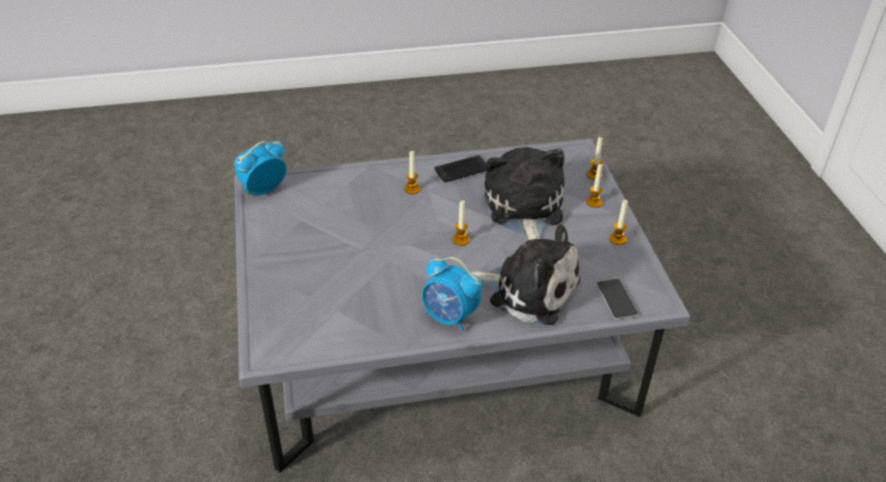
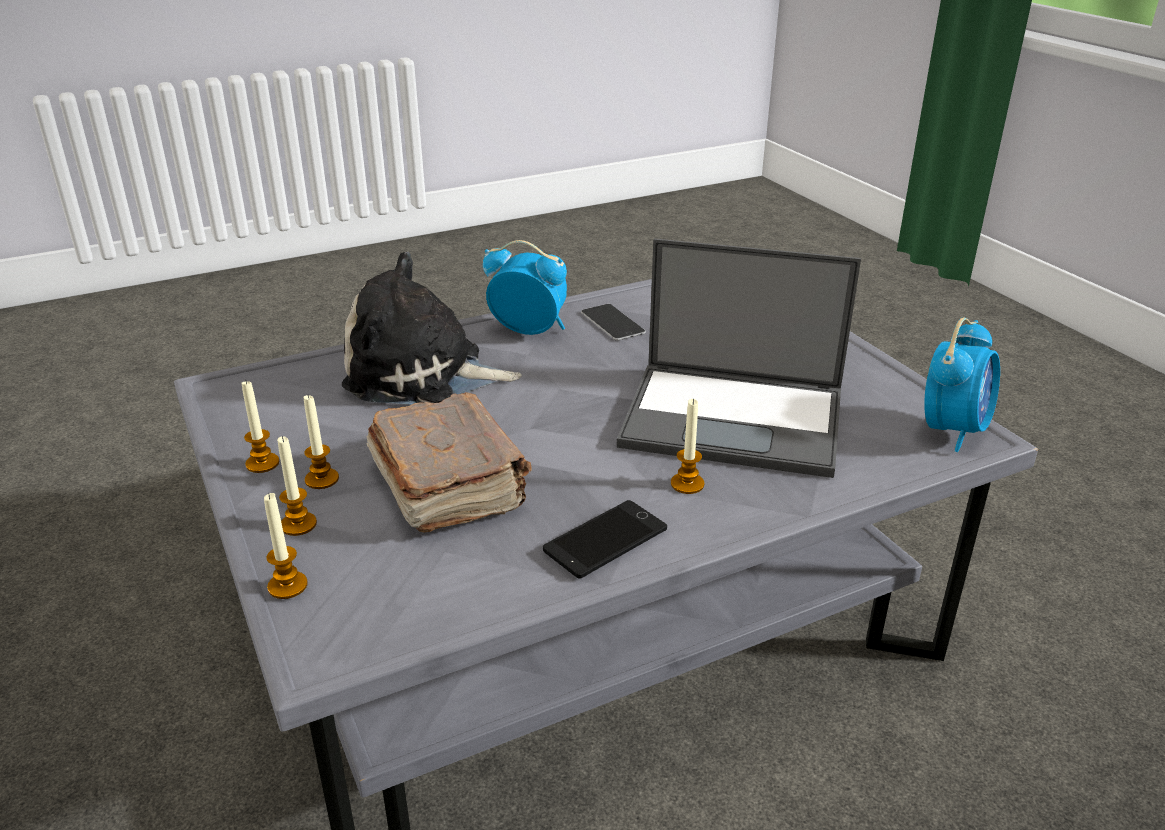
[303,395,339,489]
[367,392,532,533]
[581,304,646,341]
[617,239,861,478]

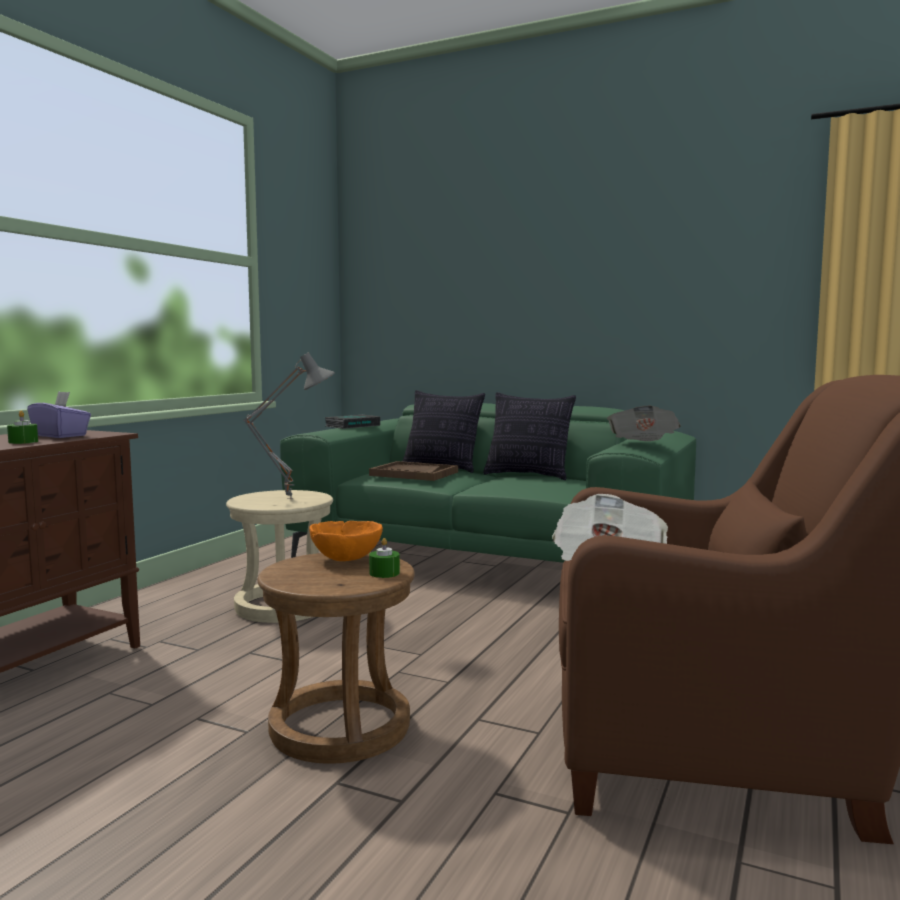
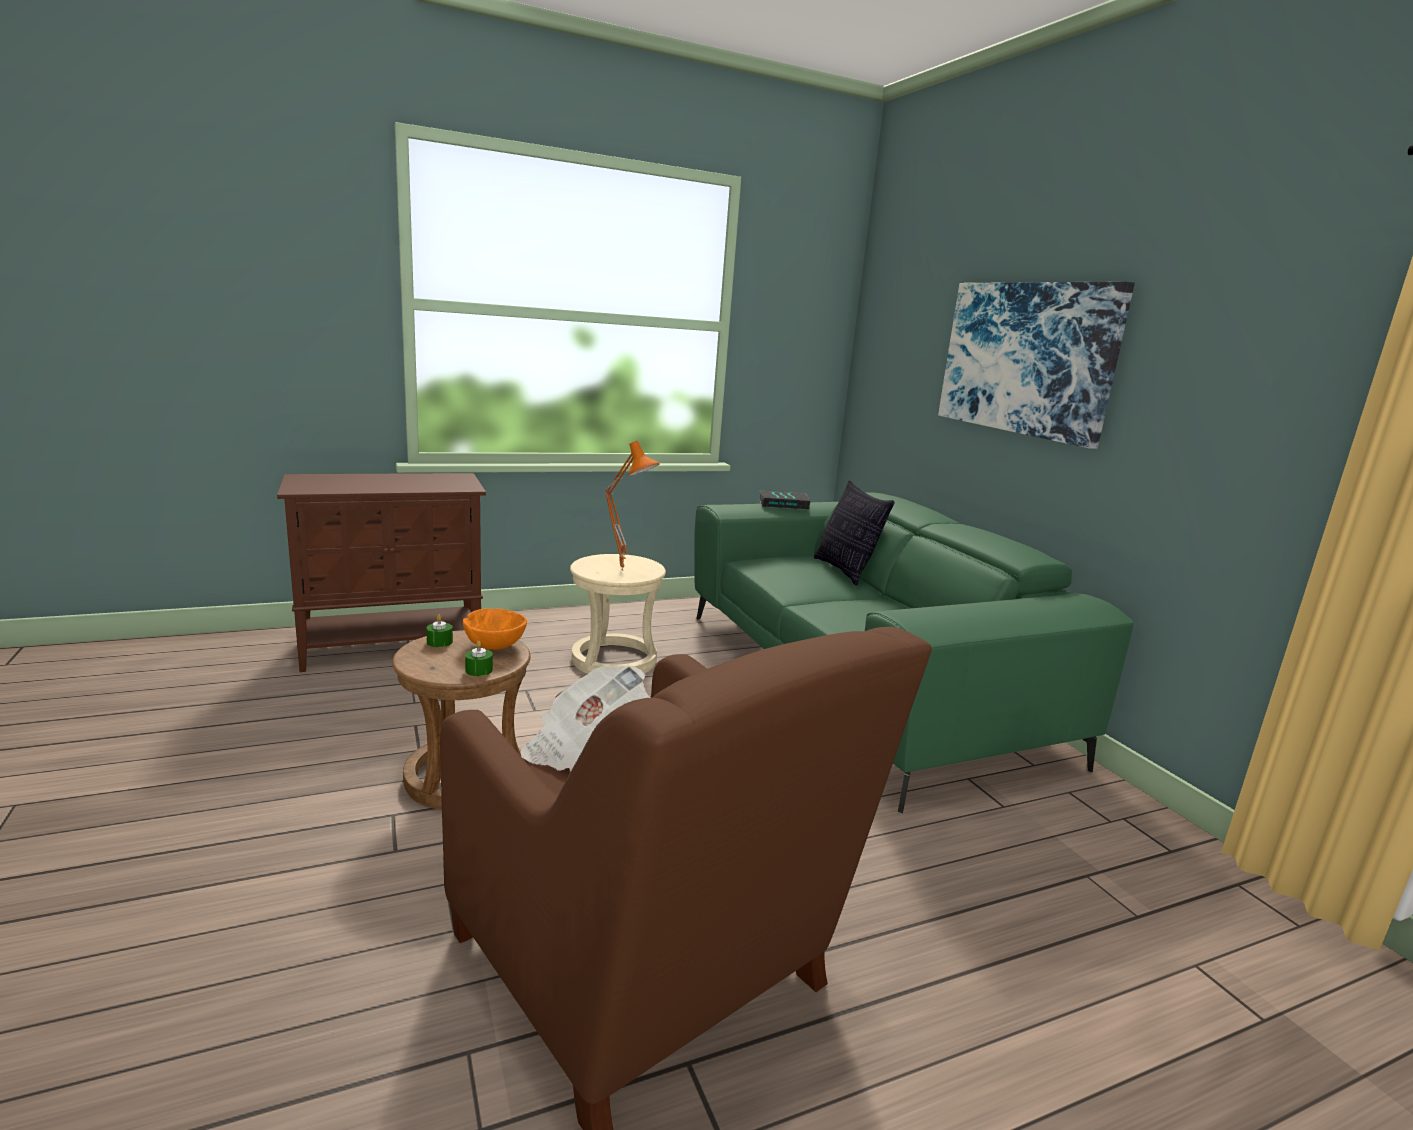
[426,615,453,647]
[605,441,659,571]
[938,281,1135,449]
[27,391,91,438] (first image)
[369,461,458,481] (first image)
[483,392,576,480] (first image)
[607,406,681,441] (first image)

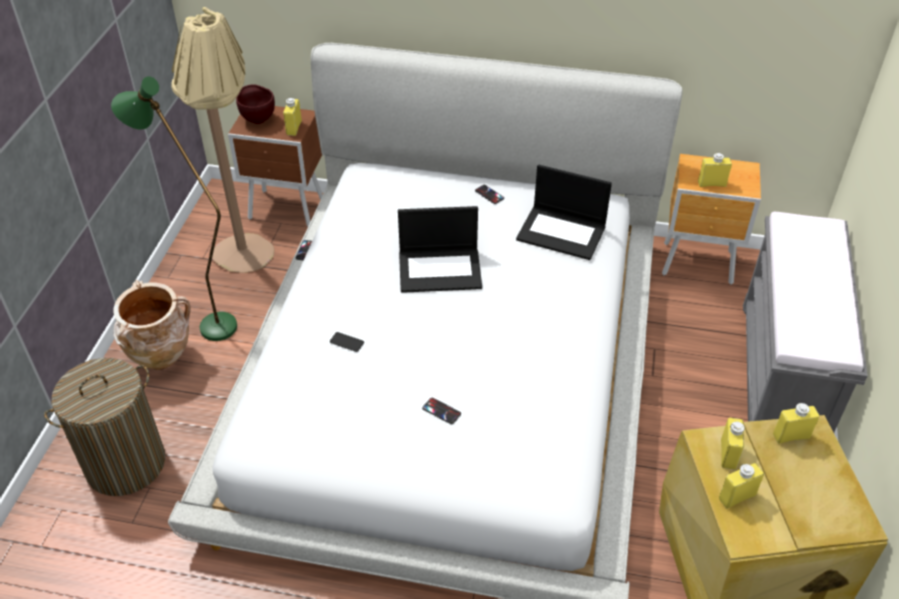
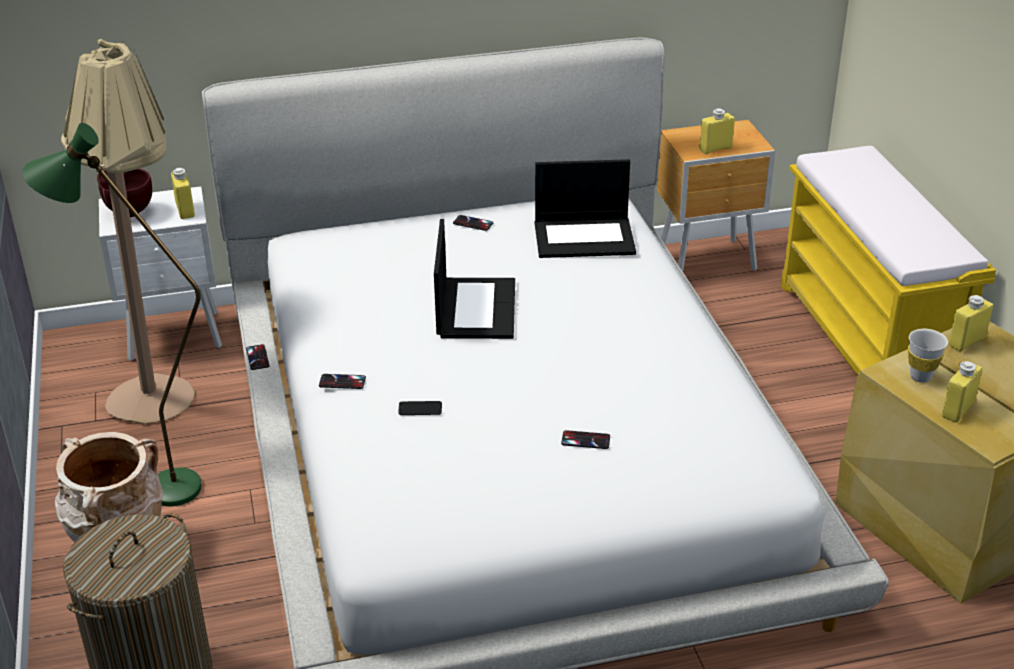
[99,186,222,361]
[319,374,366,389]
[434,219,515,339]
[781,146,996,374]
[908,329,948,383]

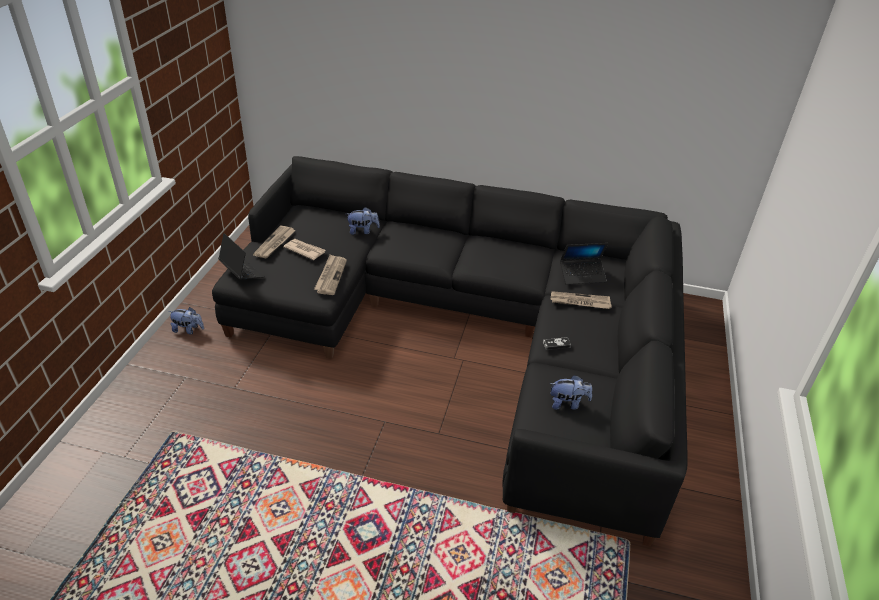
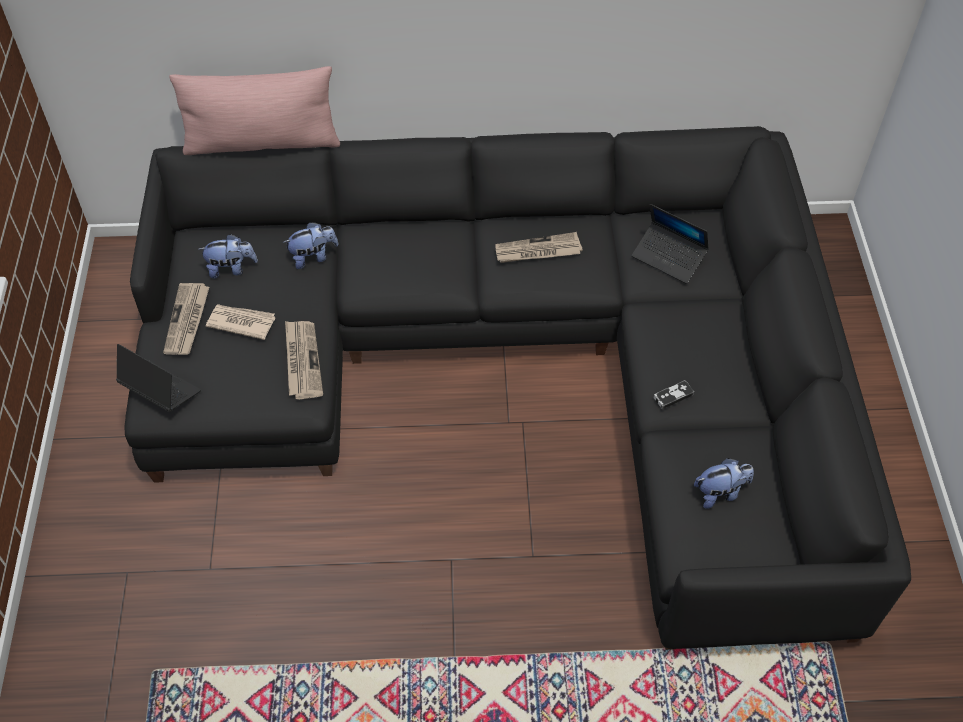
[169,66,340,155]
[199,234,258,278]
[495,232,583,263]
[632,204,709,284]

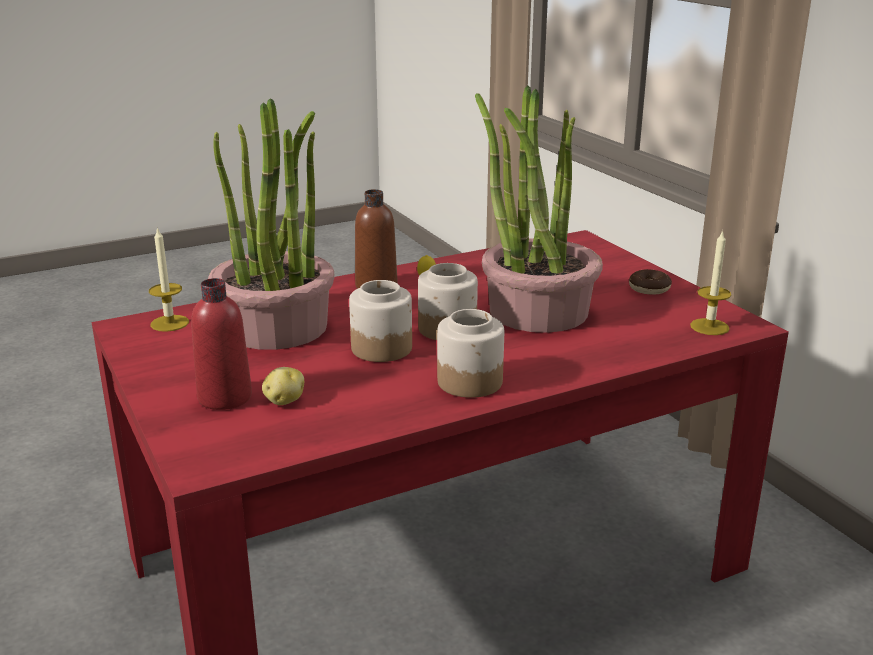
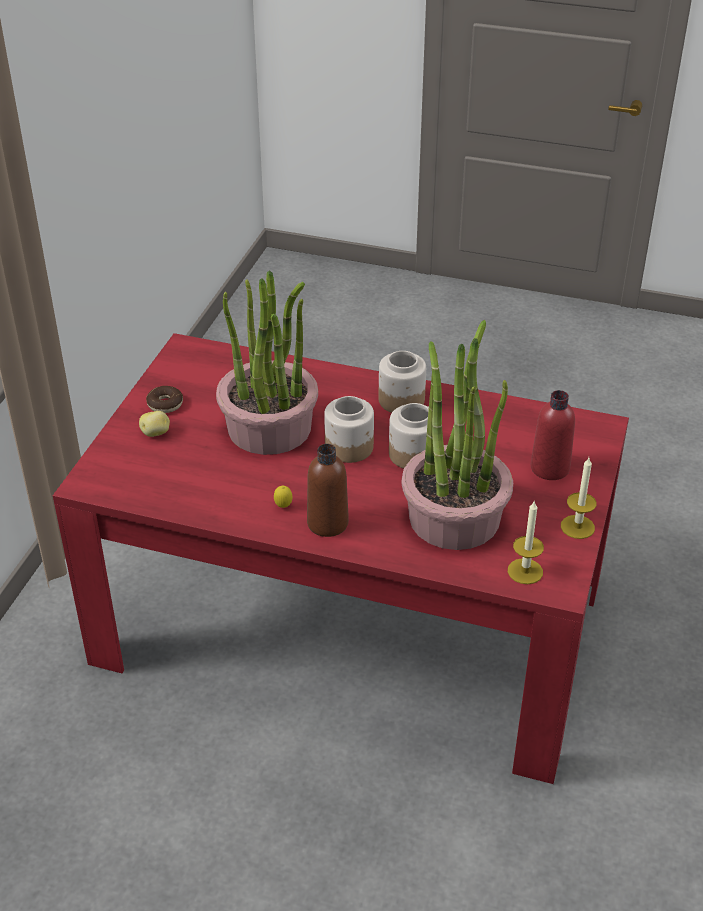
[139,411,170,437]
[561,458,597,539]

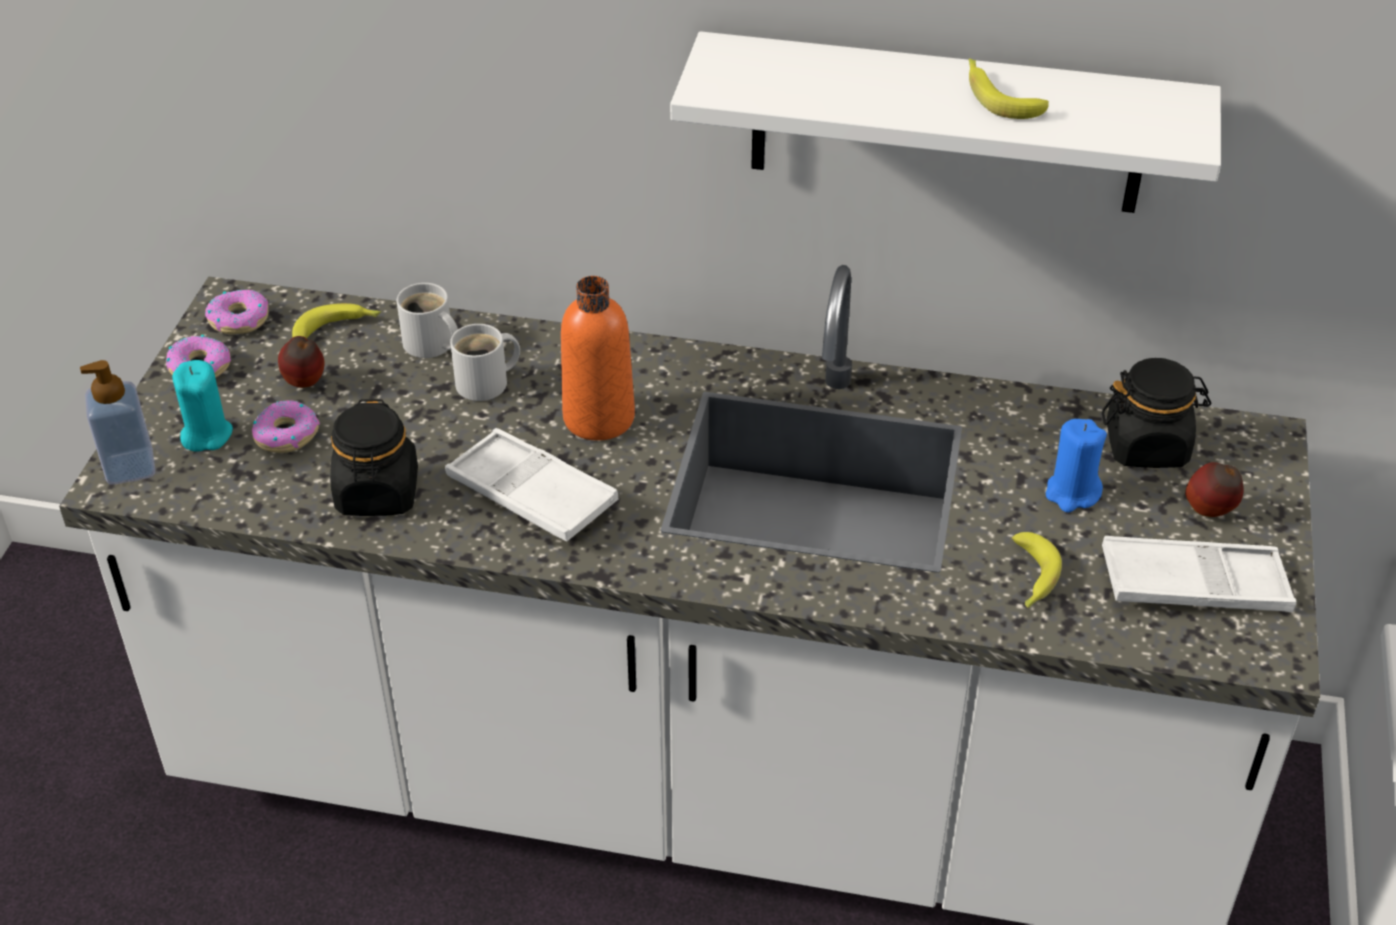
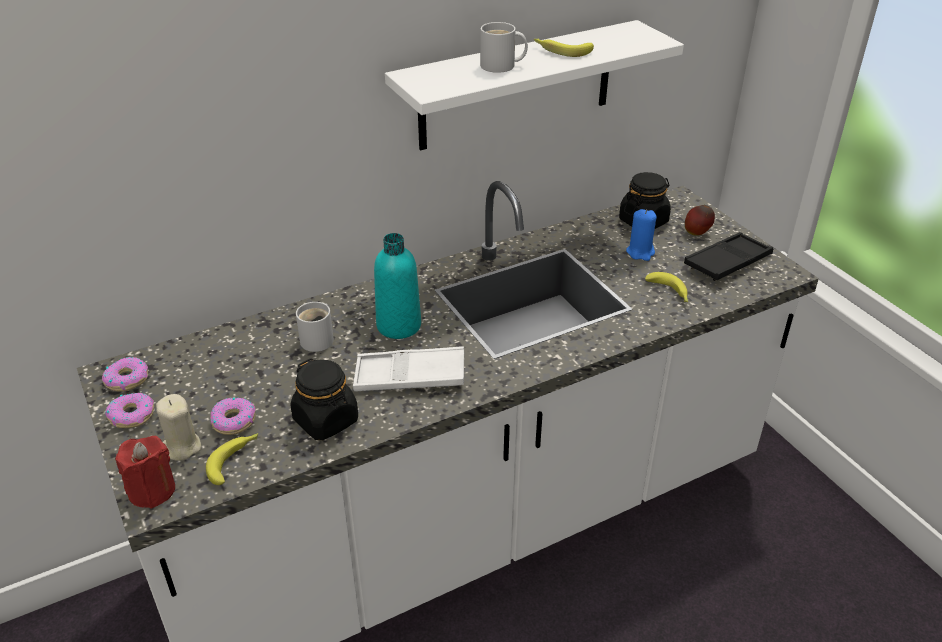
[115,436,175,508]
[156,394,201,461]
[206,433,258,485]
[374,233,421,339]
[480,22,528,73]
[684,232,773,281]
[278,336,325,388] (first image)

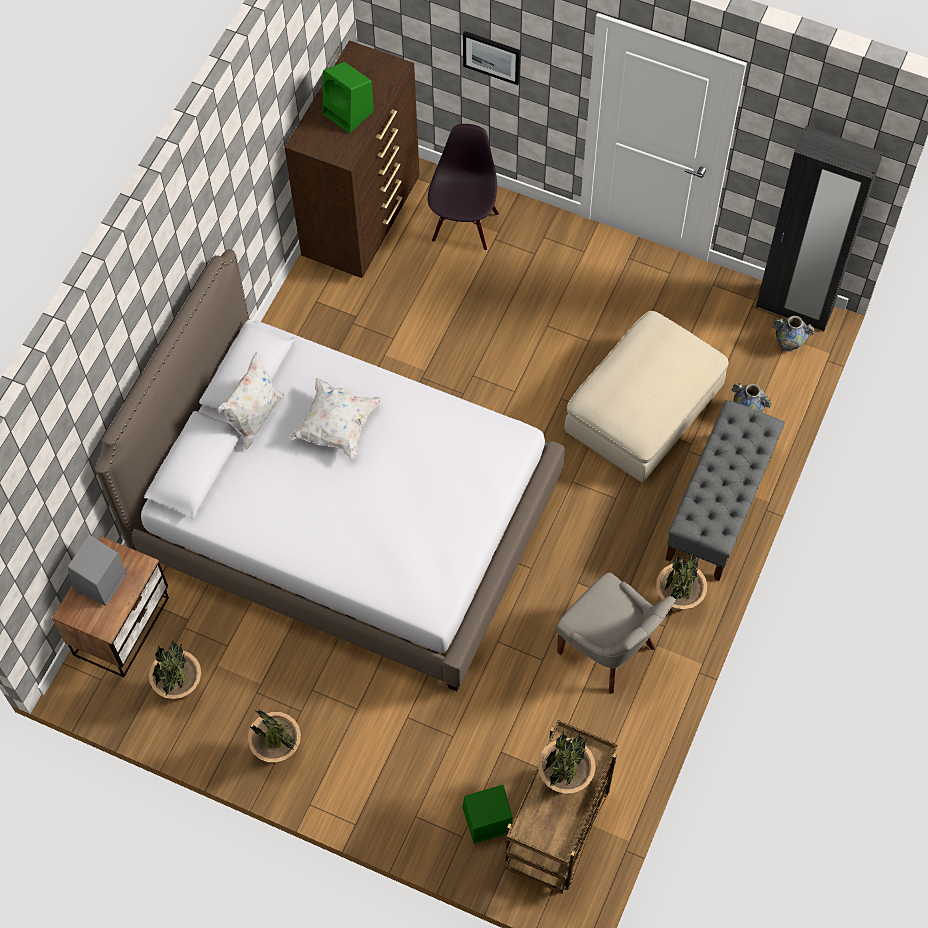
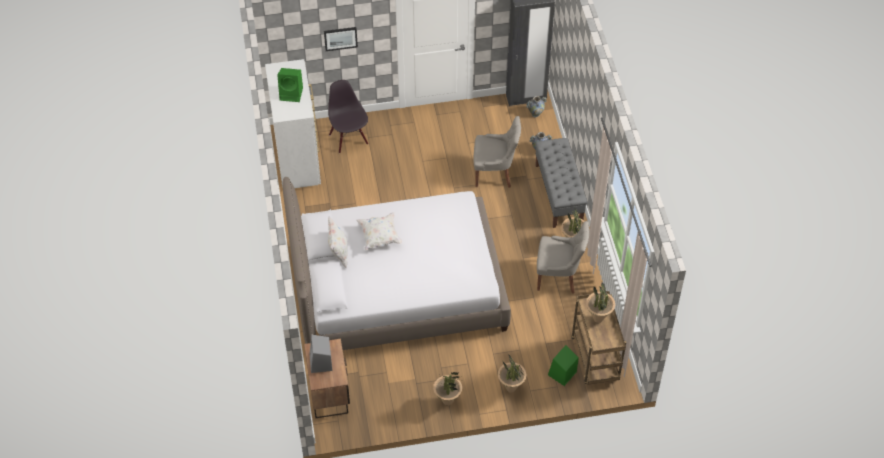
[265,59,321,188]
[474,116,521,188]
[498,354,527,393]

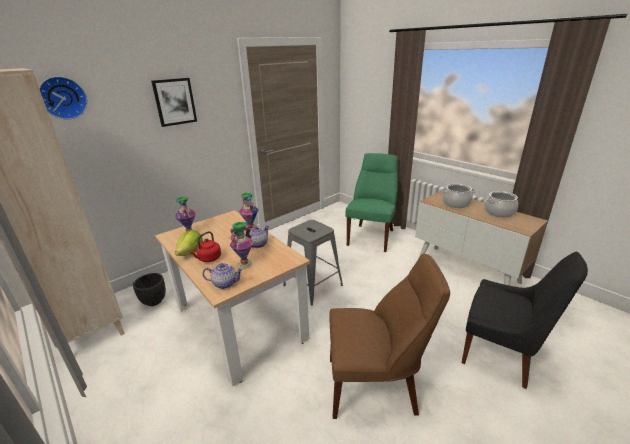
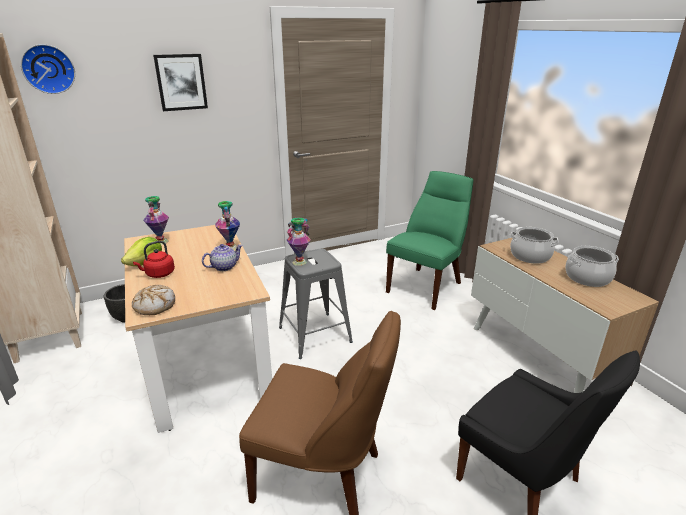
[132,285,175,315]
[287,217,311,266]

